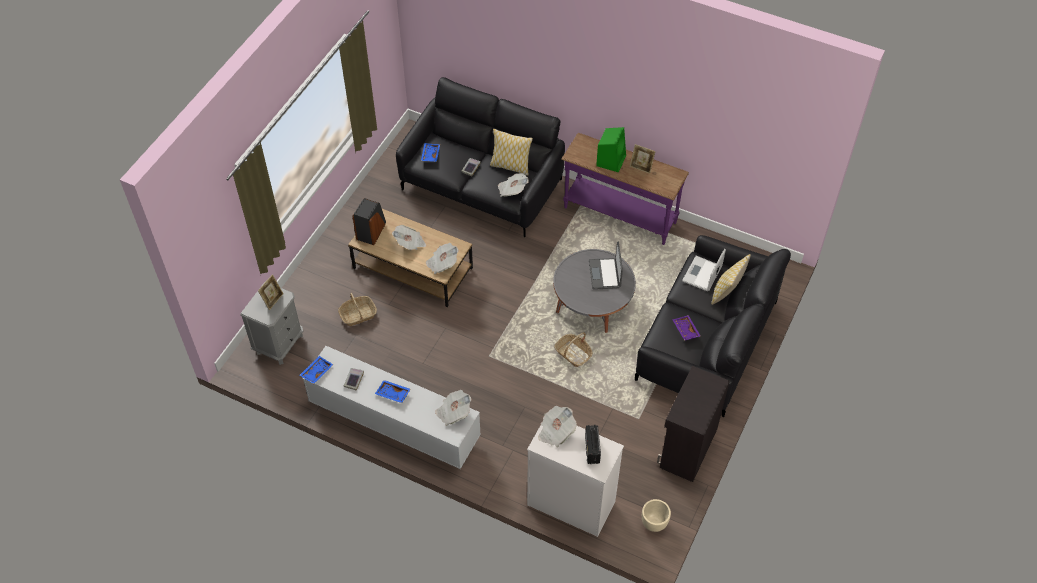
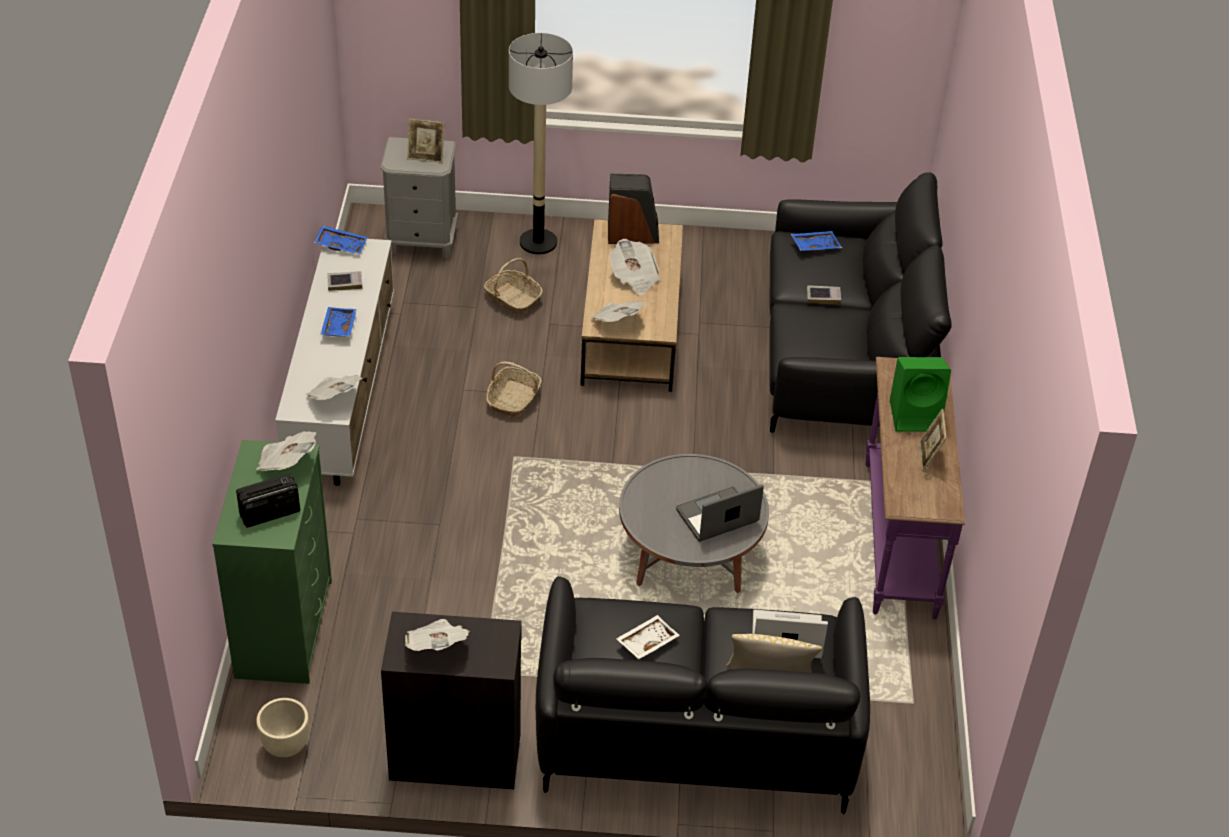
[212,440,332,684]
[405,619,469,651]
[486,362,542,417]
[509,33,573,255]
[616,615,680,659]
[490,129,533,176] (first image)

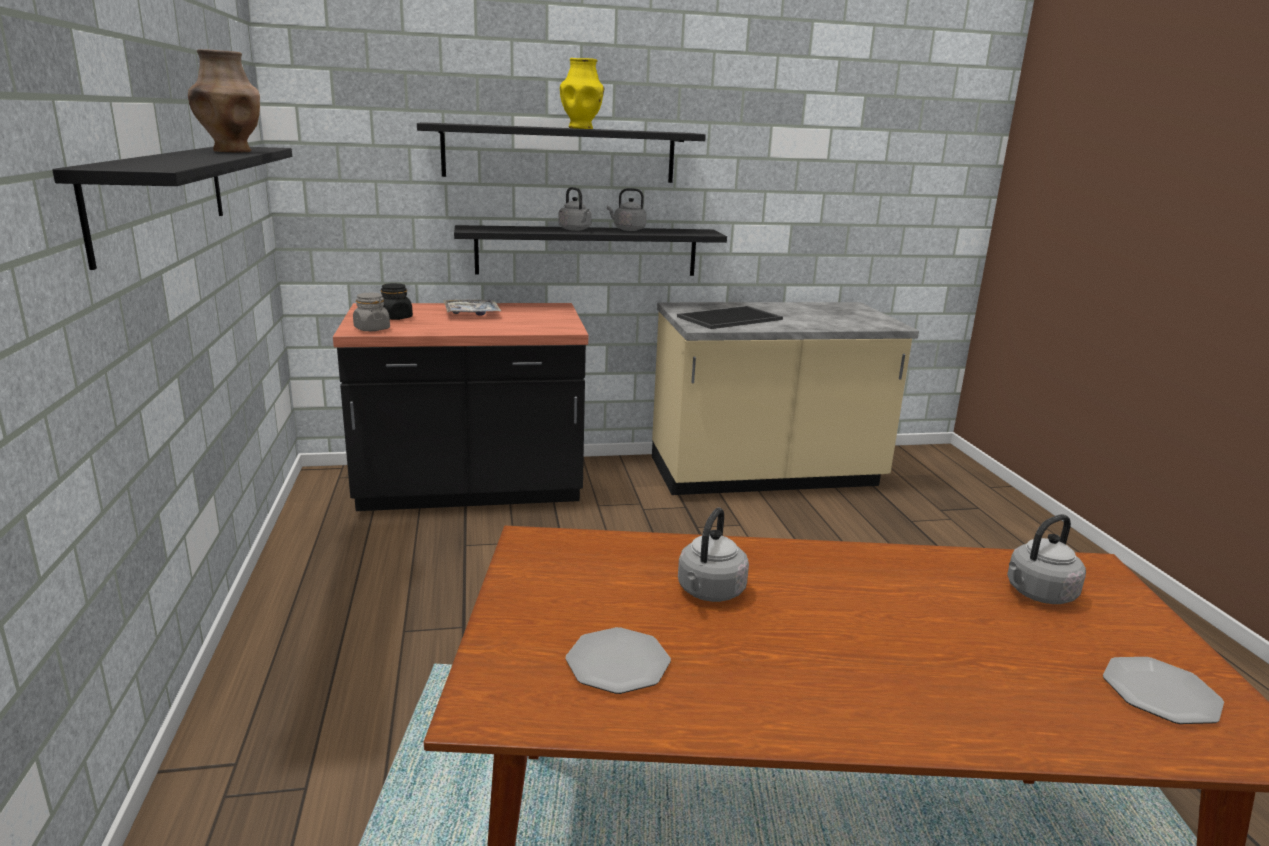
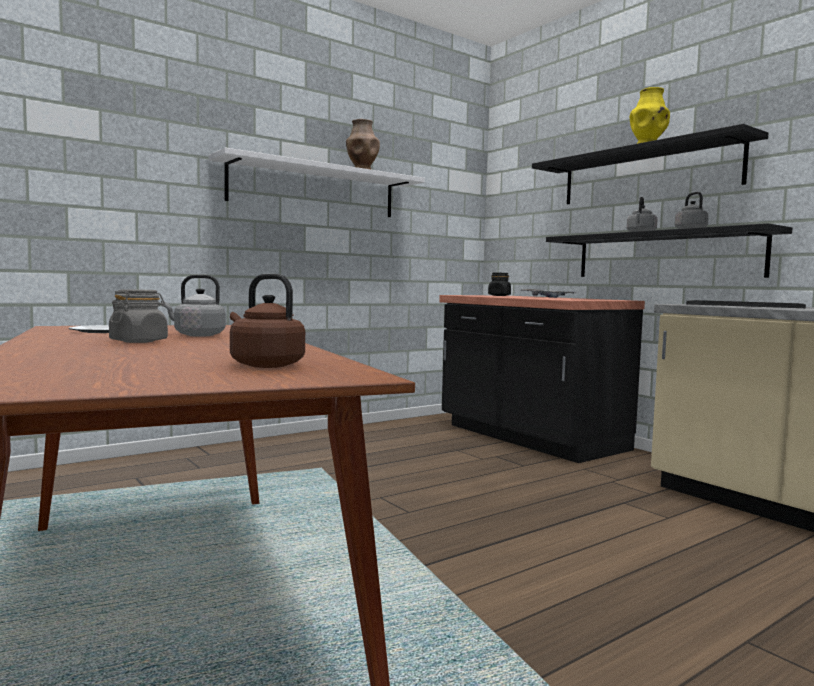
[109,289,168,343]
[209,148,425,217]
[230,273,305,368]
[1103,657,1224,724] (first image)

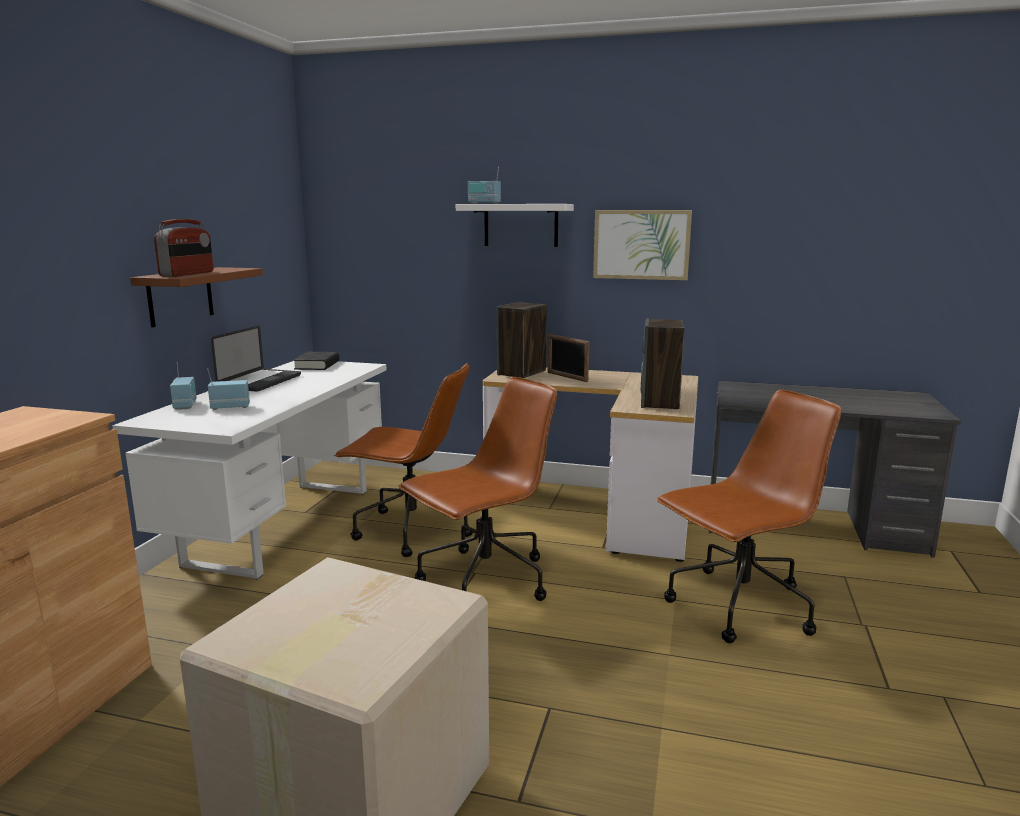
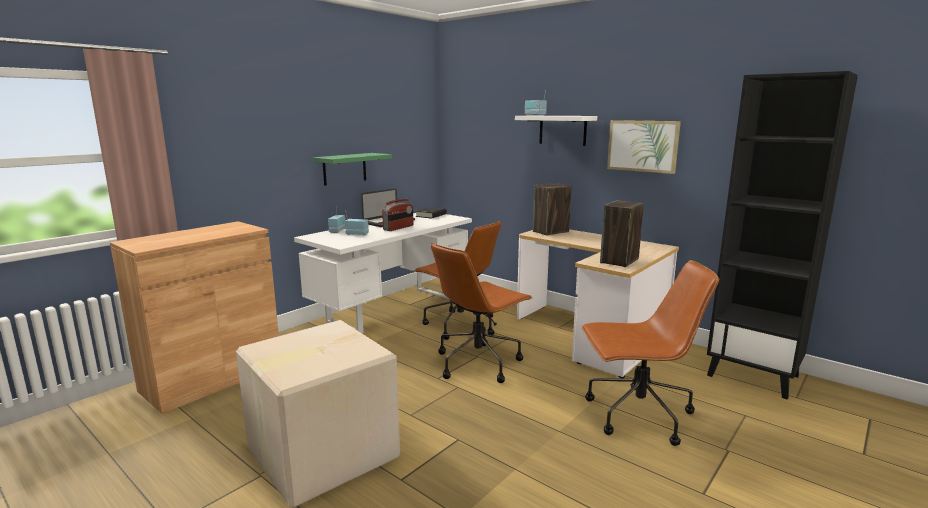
[313,153,392,186]
[382,199,413,231]
[431,243,533,383]
[707,71,858,400]
[548,334,590,382] (first image)

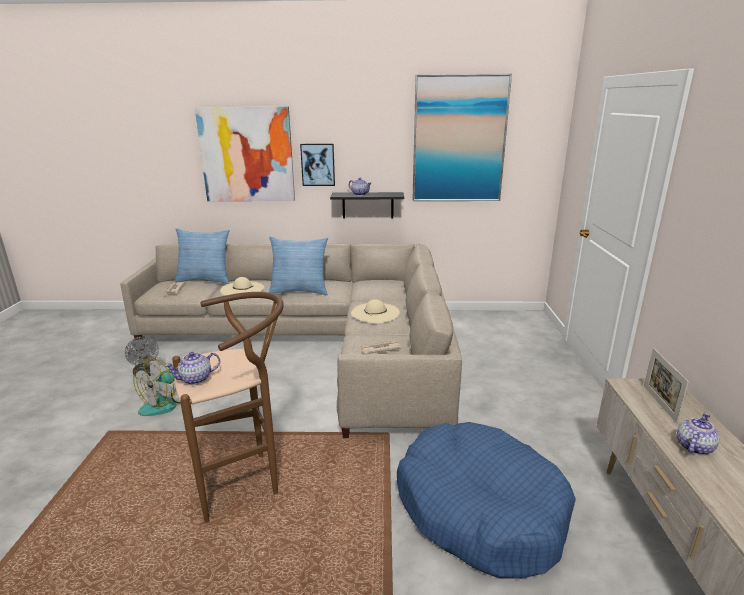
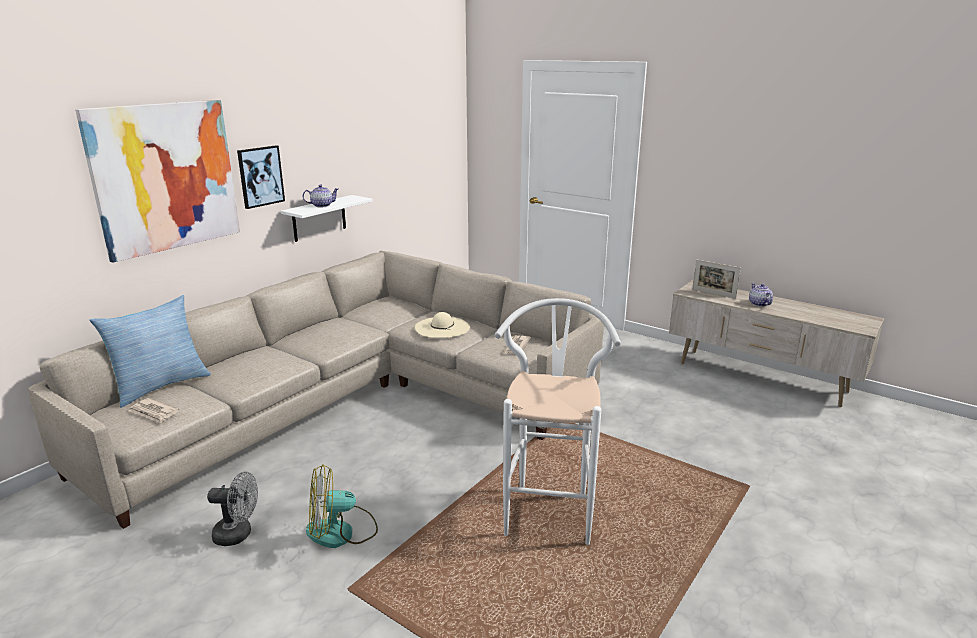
[281,195,373,242]
[306,465,378,548]
[495,298,621,545]
[165,352,220,385] (first image)
[220,277,264,295] (first image)
[268,237,328,296] (first image)
[397,422,576,579] (first image)
[412,74,512,201] (first image)

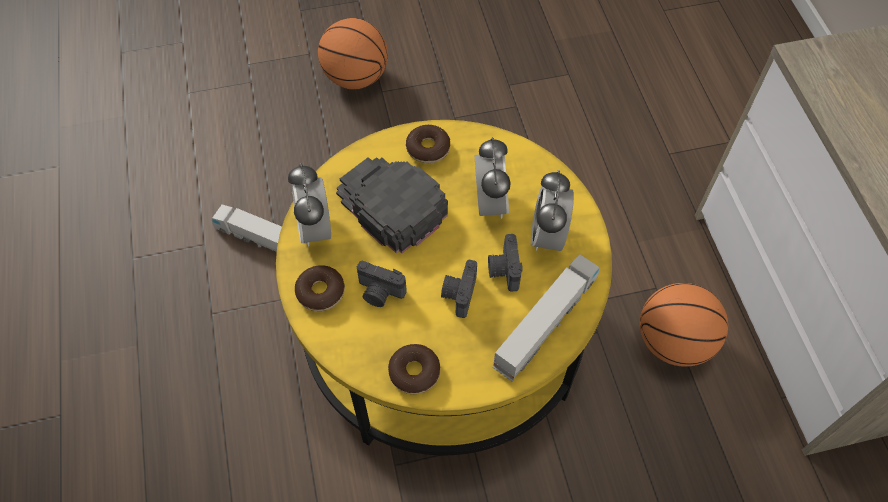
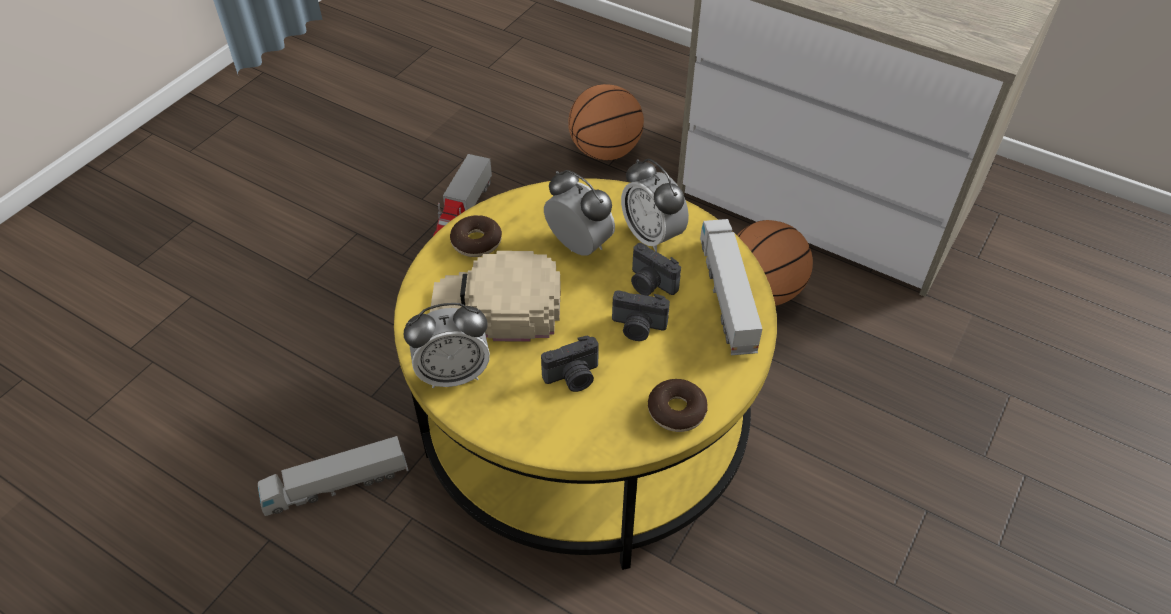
[404,303,490,388]
[430,251,561,342]
[433,154,492,236]
[568,84,644,160]
[612,290,670,341]
[295,265,345,311] (first image)

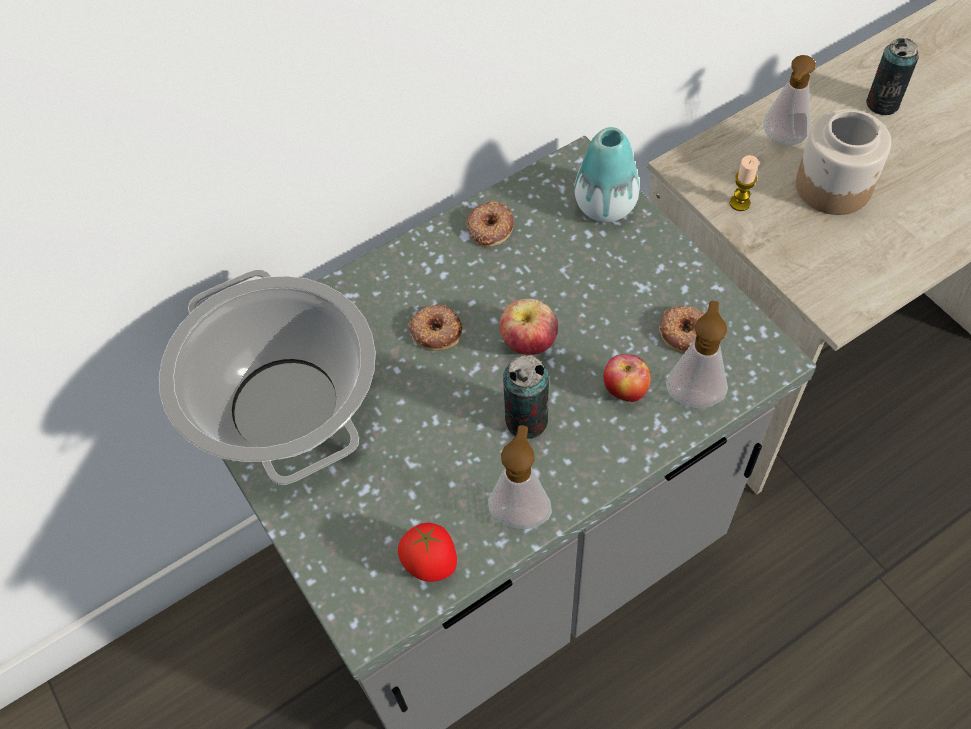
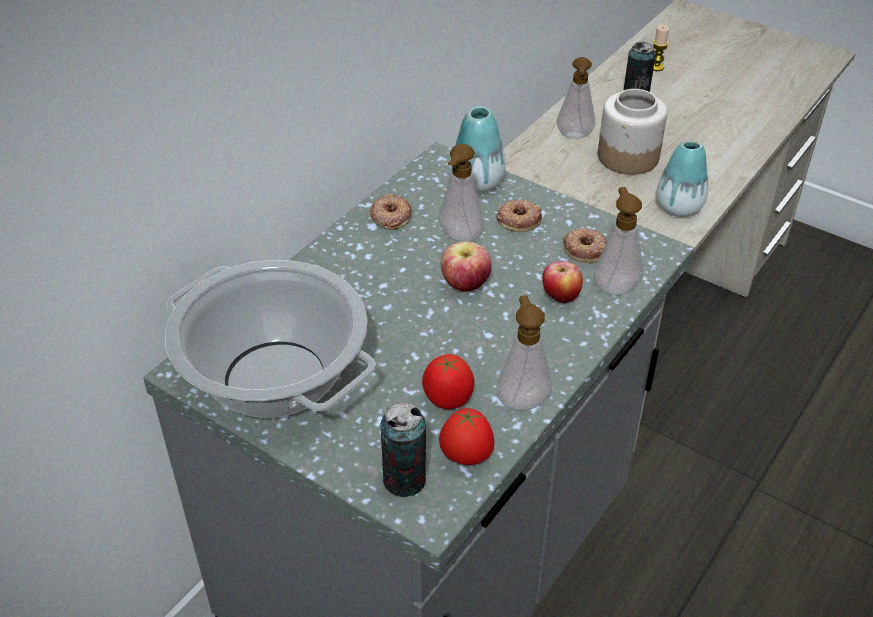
[380,403,426,497]
[422,354,475,409]
[439,144,484,242]
[497,199,542,232]
[653,24,669,71]
[657,141,708,217]

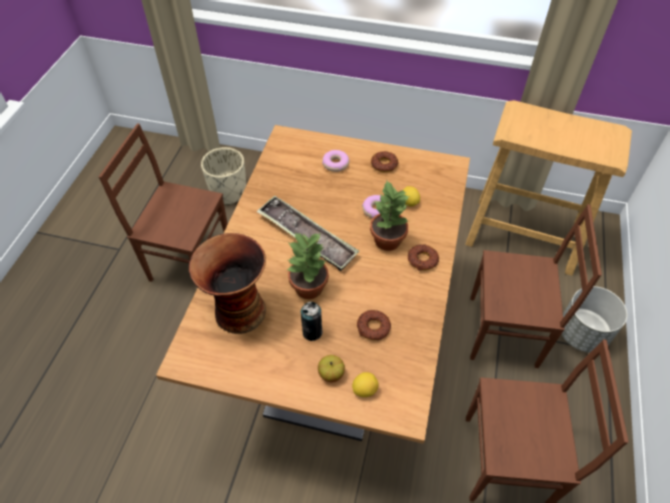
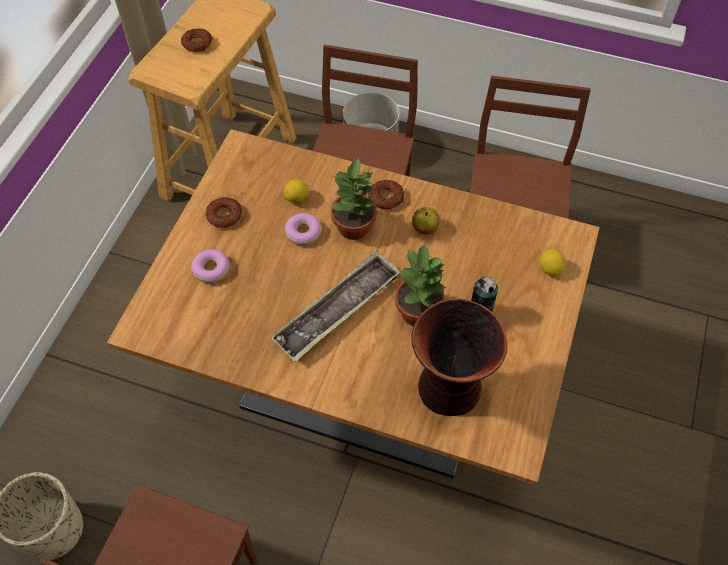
[181,28,213,52]
[412,207,440,234]

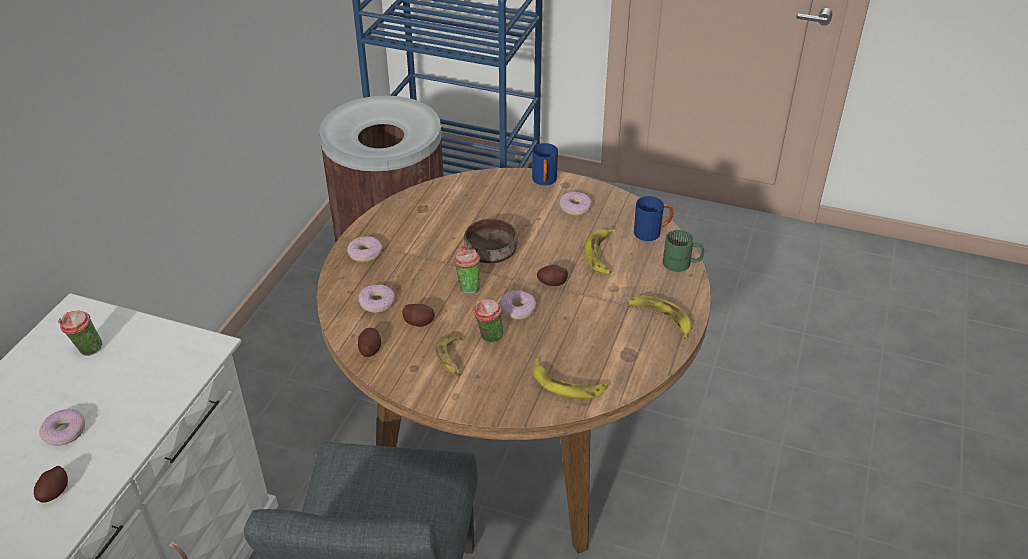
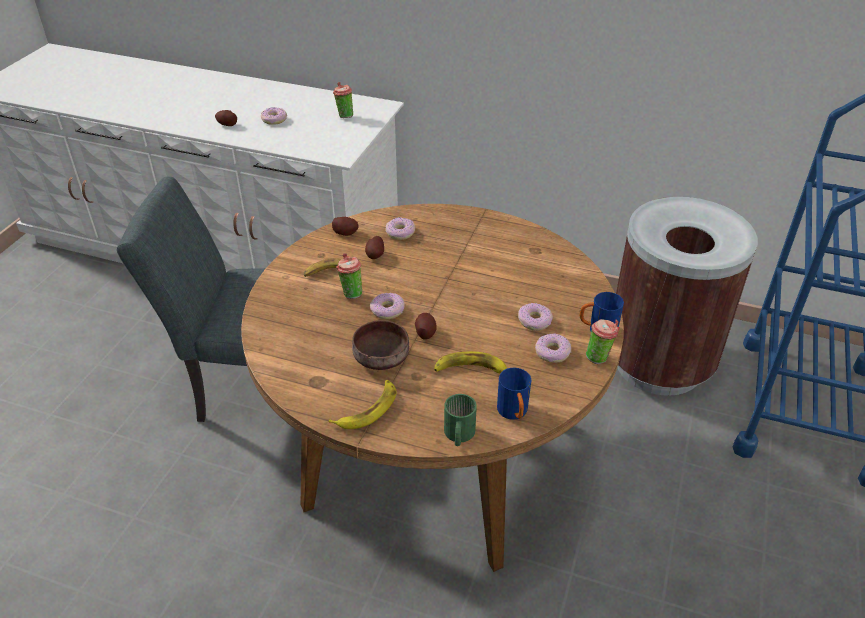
[352,320,409,370]
[518,303,553,331]
[586,319,620,364]
[533,359,608,399] (first image)

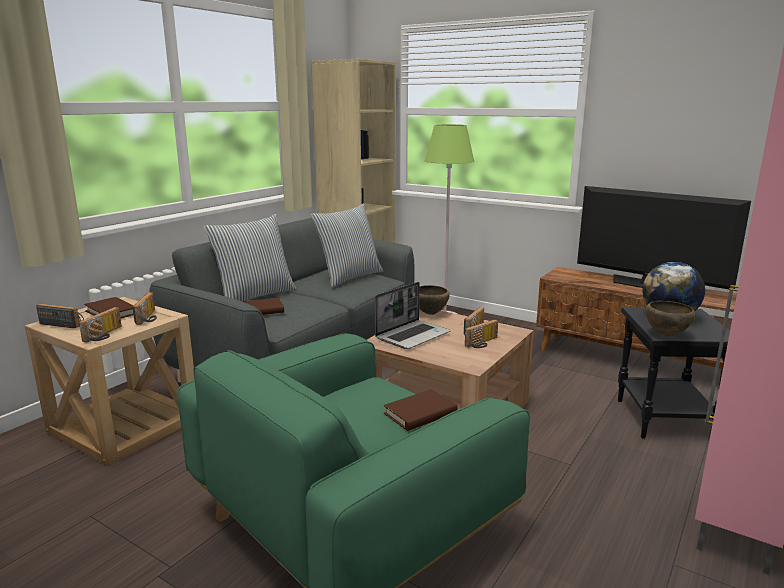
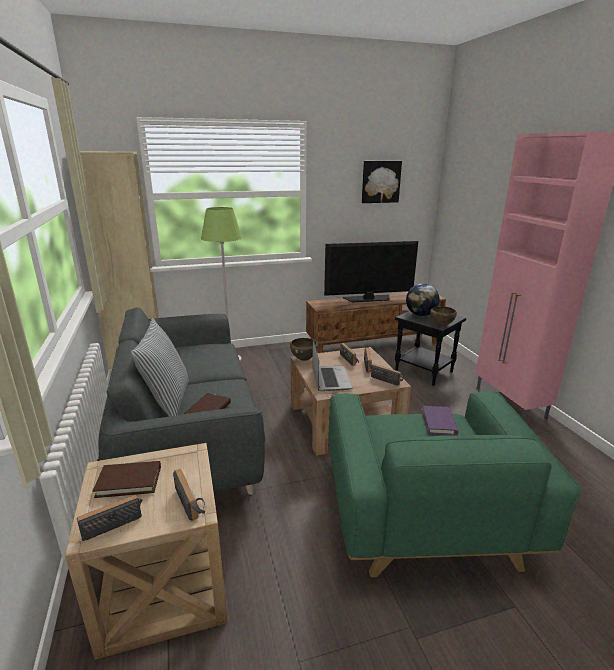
[362,161,402,203]
[371,364,403,386]
[422,406,458,436]
[311,204,383,288] (first image)

